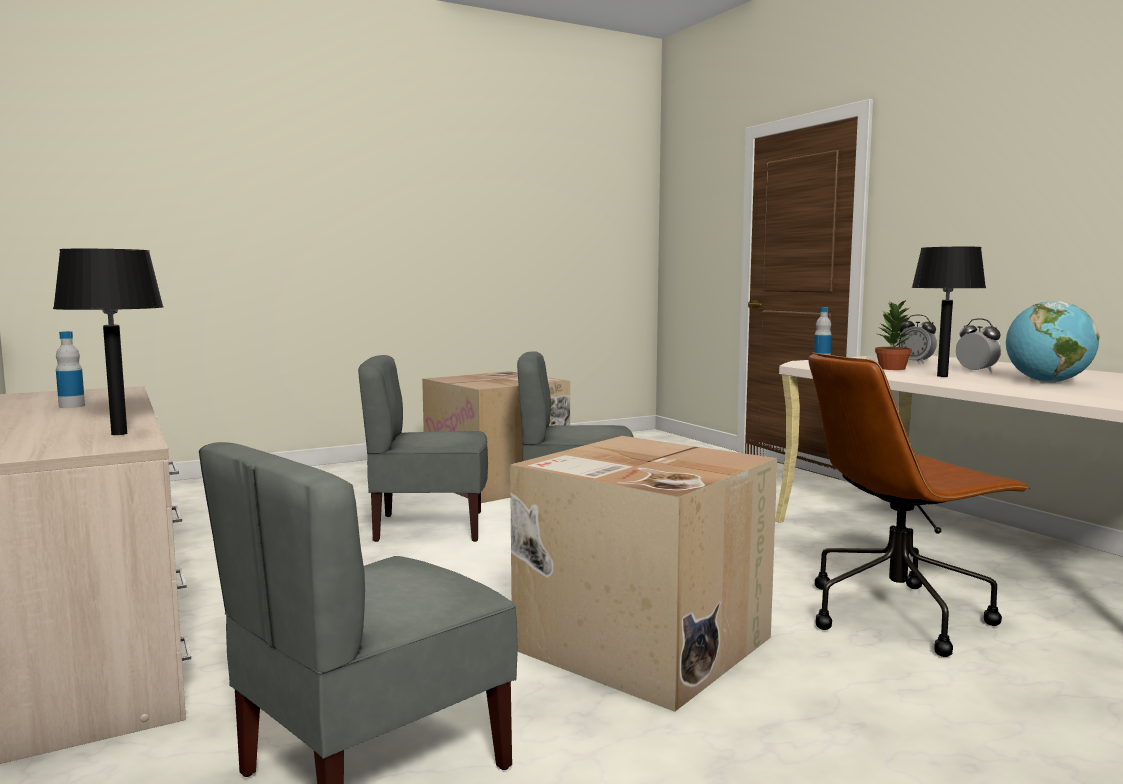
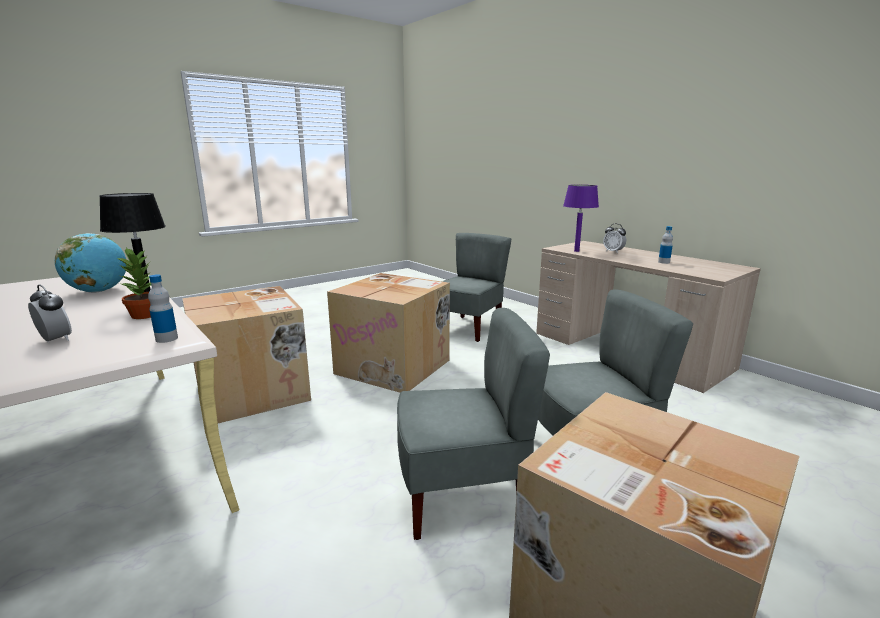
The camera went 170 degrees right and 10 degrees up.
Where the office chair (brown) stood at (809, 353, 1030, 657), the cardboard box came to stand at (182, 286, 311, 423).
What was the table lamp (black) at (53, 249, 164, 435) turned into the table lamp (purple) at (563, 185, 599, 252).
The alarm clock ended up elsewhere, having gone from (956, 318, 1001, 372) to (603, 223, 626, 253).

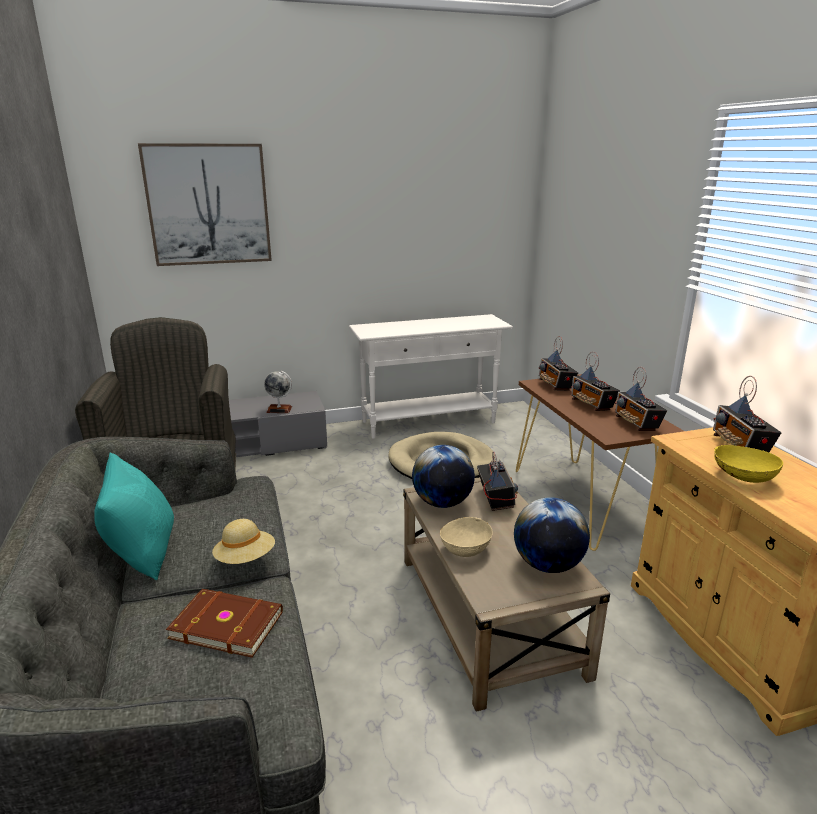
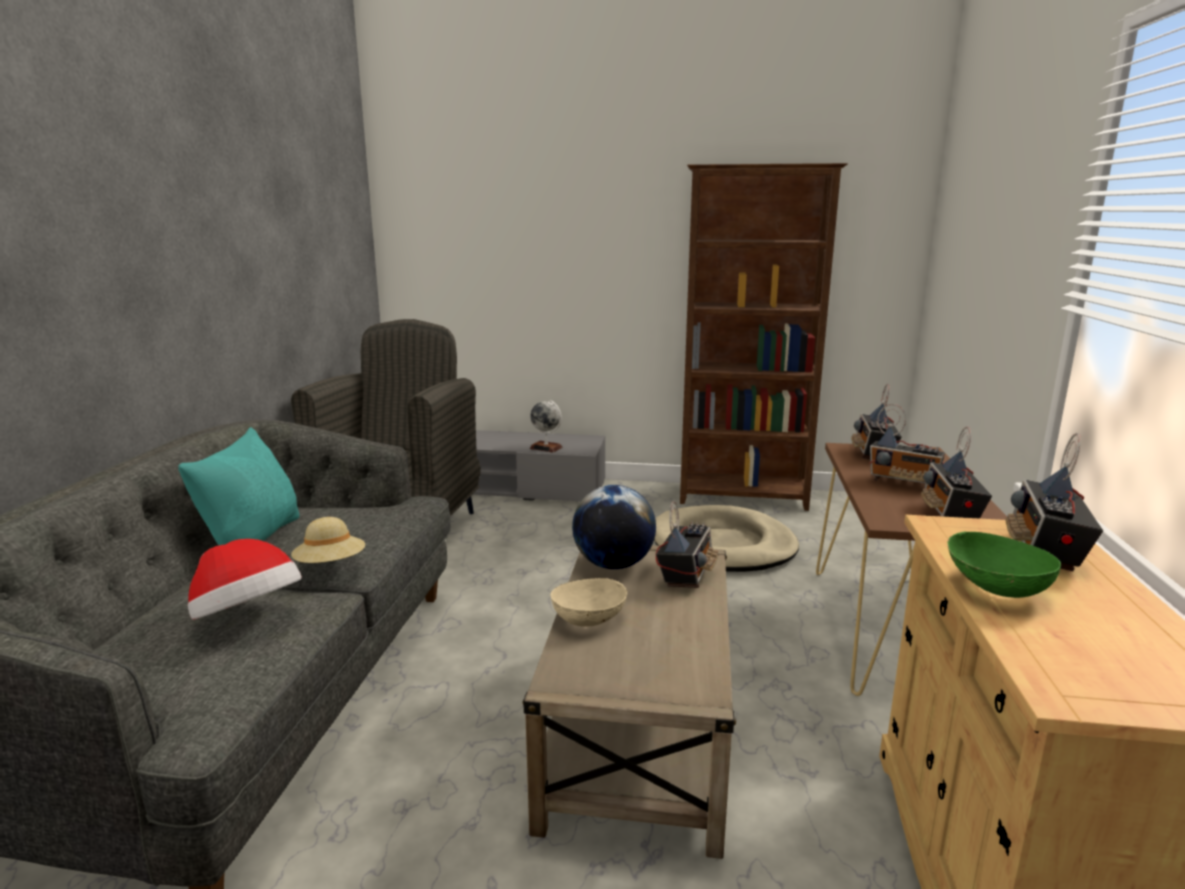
The camera went 25 degrees right and 5 degrees down.
Where the book (brown) stood at (166, 589, 283, 658), the hat came to stand at (188, 539, 302, 620).
Where the console table (white) stood at (349, 314, 513, 439), the bookcase (brown) came to stand at (680, 163, 848, 511).
The radio at (571, 352, 620, 411) ended up facing another way, 60 degrees counterclockwise from before.
What was the bowl (yellow) at (714, 445, 783, 483) turned into the bowl (green) at (948, 532, 1061, 598).
The second view lost the picture at (138, 143, 272, 266).
The second view lost the globe at (514, 497, 590, 573).

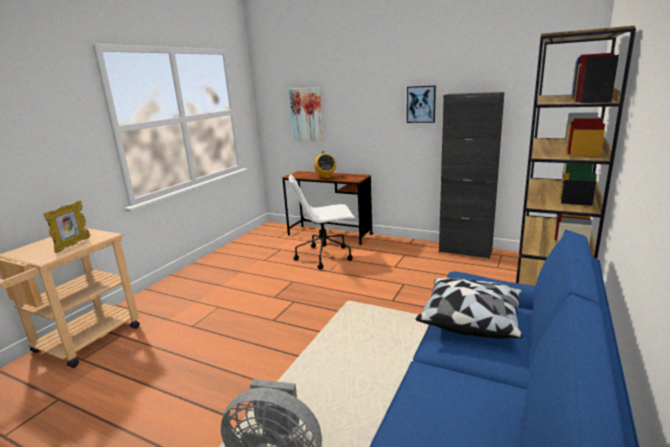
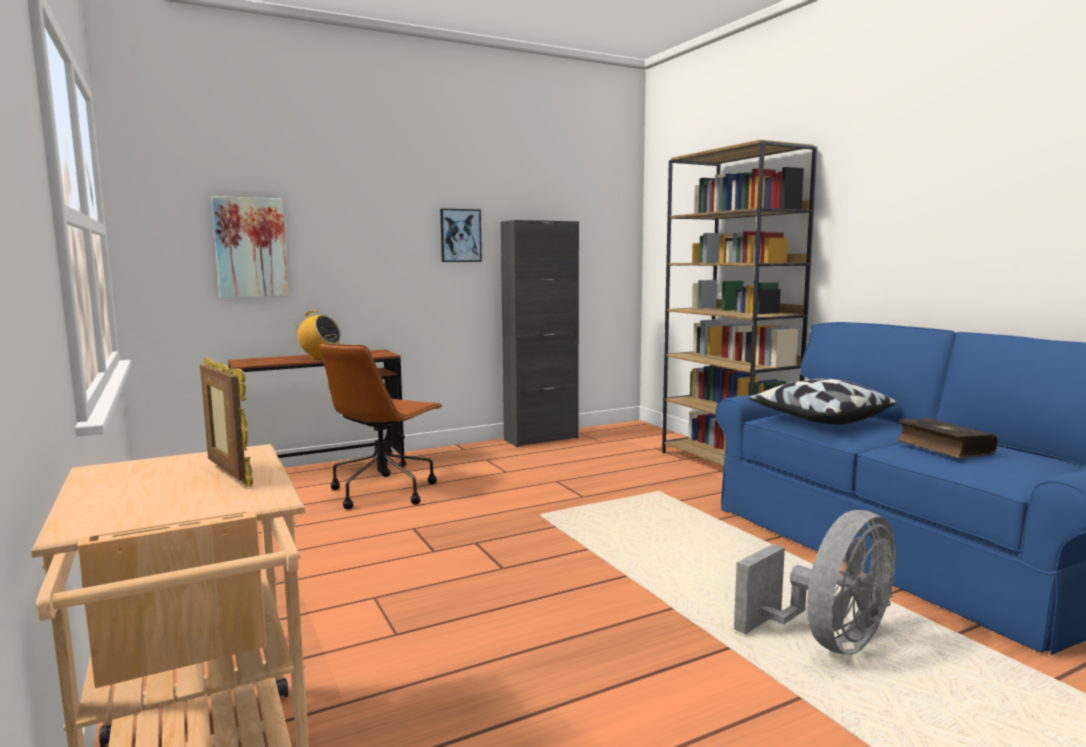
The camera went 55 degrees left and 10 degrees down.
What was the office chair (white) at (289, 174, 355, 269) turned into the office chair (brown) at (319, 343, 443, 509).
The second view gained the book at (897, 418, 997, 458).

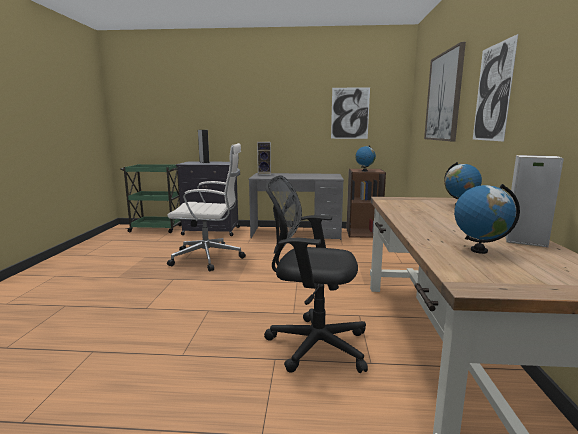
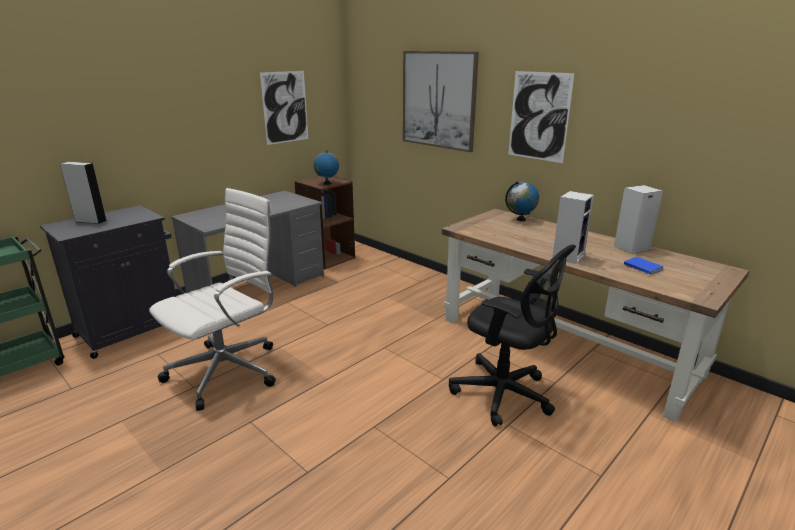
The camera went 50 degrees left and 10 degrees up.
The office chair (black) at (264, 175, 368, 373) ended up facing another way, 105 degrees counterclockwise from before.
The speaker ended up elsewhere, having gone from (257, 142, 271, 175) to (552, 191, 594, 264).
Where the globe stood at (454, 184, 520, 254), the book (blue) came to stand at (624, 257, 663, 275).

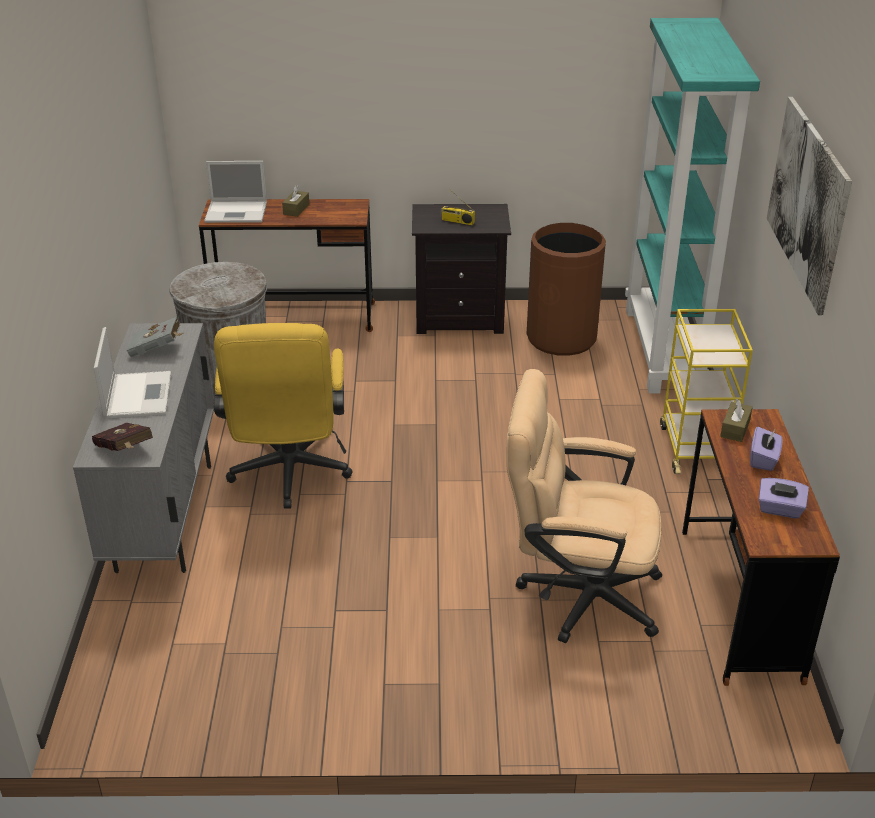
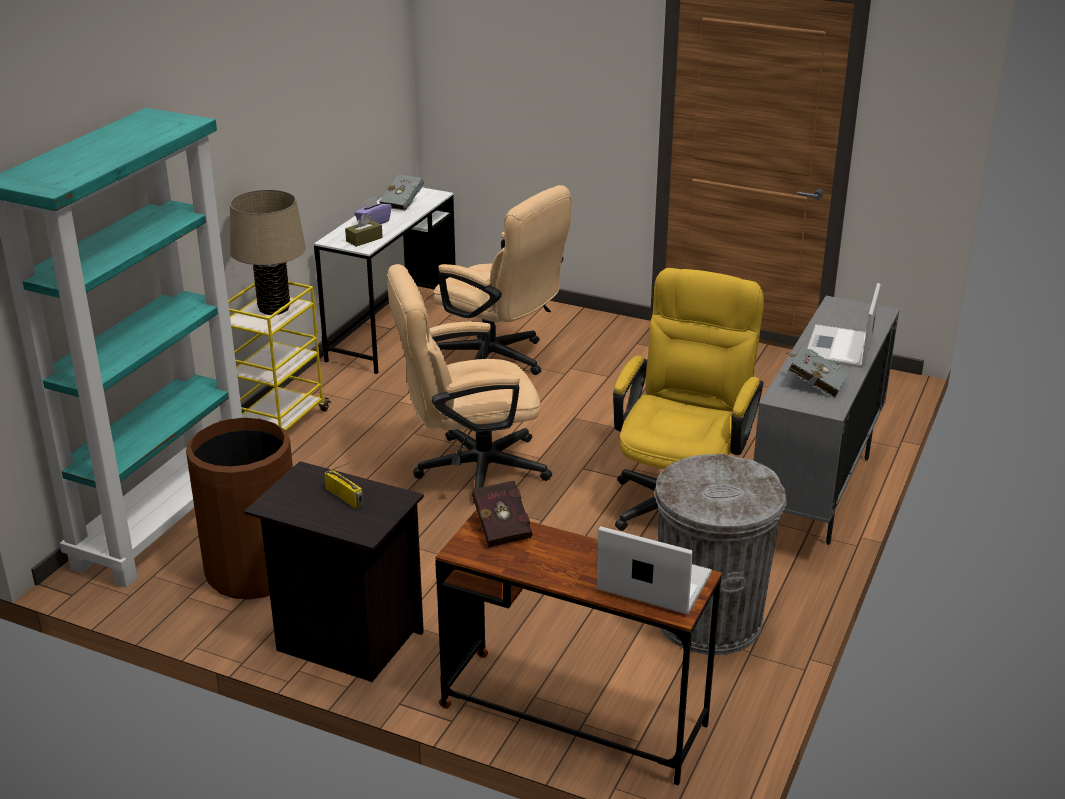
The camera went 155 degrees left and 5 degrees down.
The second view gained the table lamp (beige) at (230, 189, 306, 315).
What was the desk (brown) at (682, 409, 840, 686) turned into the desk (white) at (314, 187, 455, 374).
Where the tissue box (purple) stood at (759, 478, 809, 519), the book (grey) came to stand at (379, 175, 424, 211).
The second view gained the office chair (beige) at (387, 264, 552, 504).
The book (red) ended up elsewhere, having gone from (92, 423, 153, 451) to (472, 481, 532, 547).
The second view lost the tissue box (brown) at (282, 185, 309, 217).
The second view lost the picture at (767, 97, 852, 315).

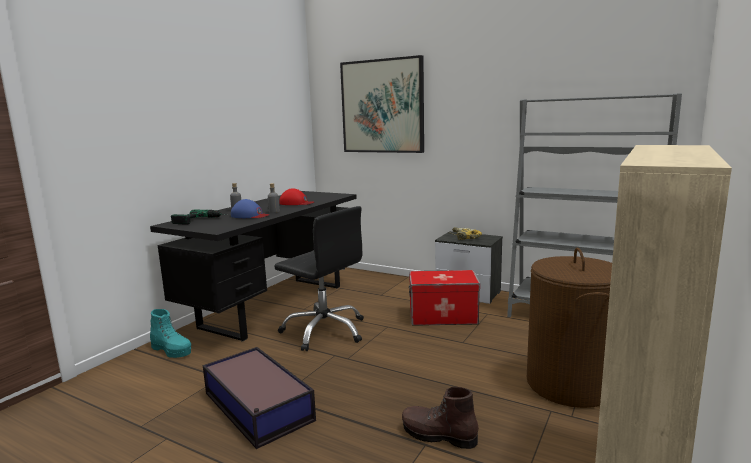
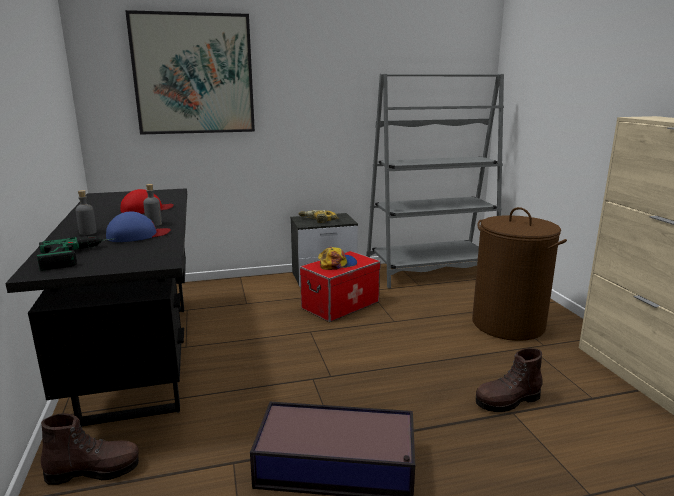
The camera went 45 degrees left and 5 degrees up.
What was the boot (turquoise) at (150, 309, 191, 358) turned into the boot (brown) at (41, 413, 139, 485).
The second view gained the cap at (318, 247, 357, 270).
The second view lost the office chair (black) at (274, 206, 364, 351).

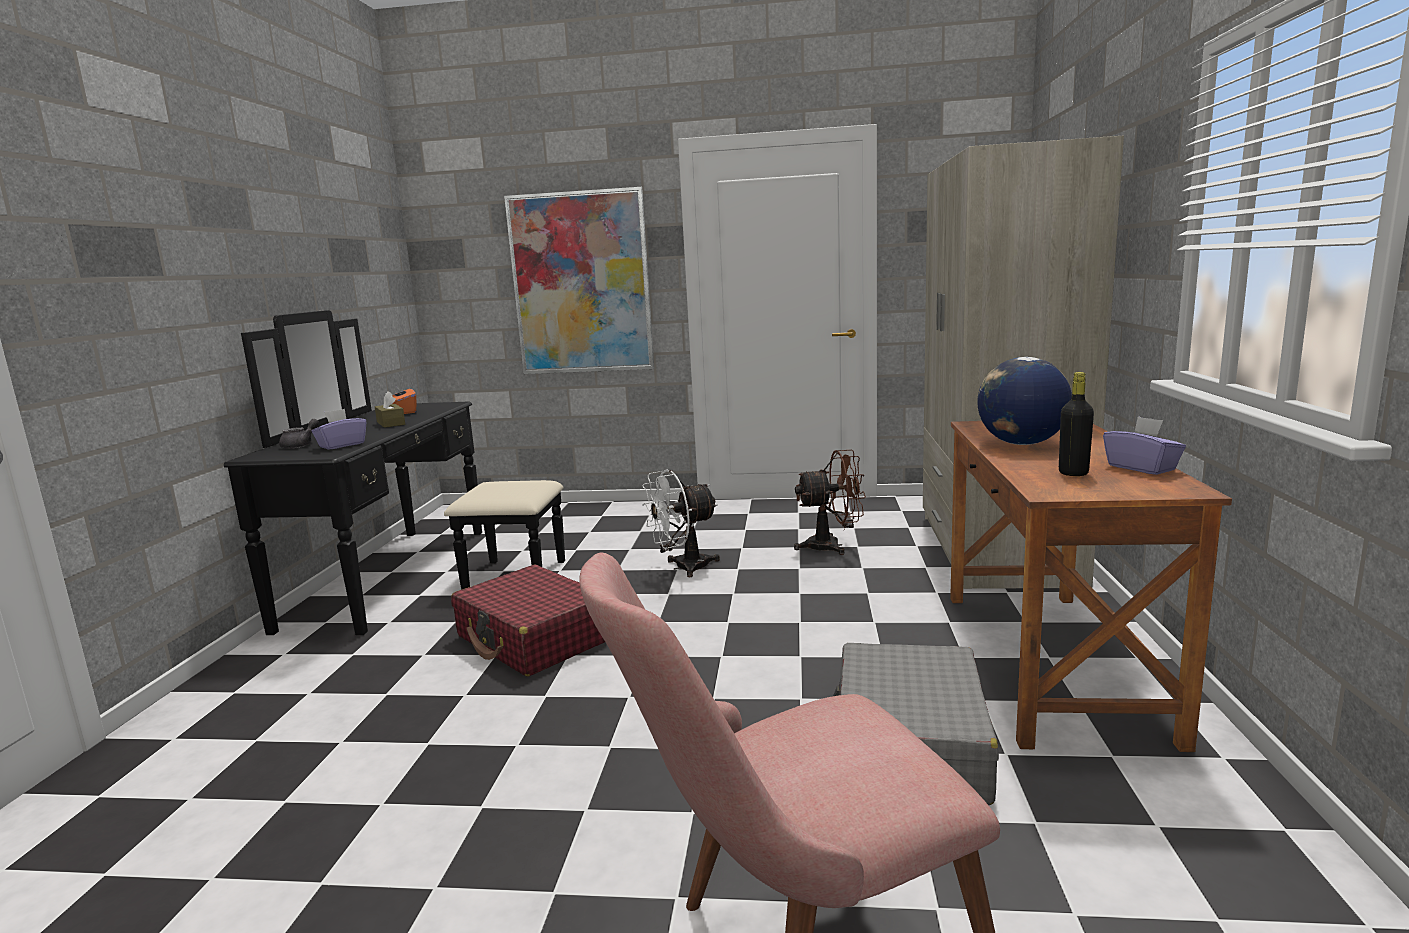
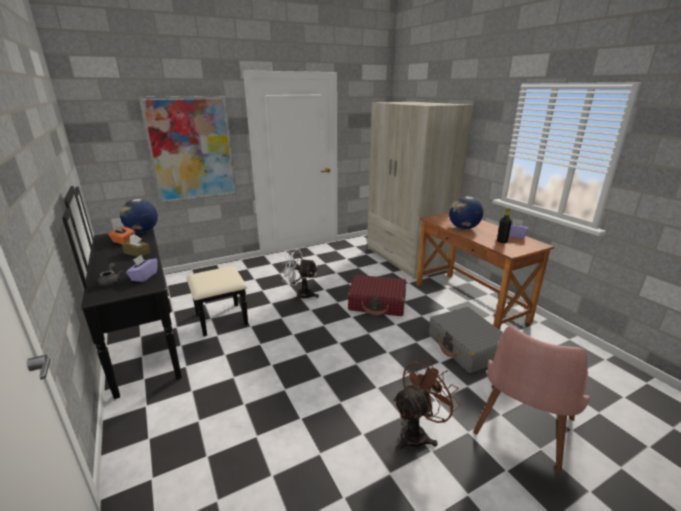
The camera went 35 degrees left and 10 degrees up.
The second view gained the globe at (120, 199, 158, 233).
The fan (white) at (642, 470, 720, 577) ended up facing another way, 75 degrees clockwise from before.
The suitcase (red) ended up elsewhere, having gone from (451, 565, 605, 677) to (348, 275, 406, 316).
The fan (brown) ended up elsewhere, having gone from (794, 450, 866, 555) to (393, 359, 460, 452).

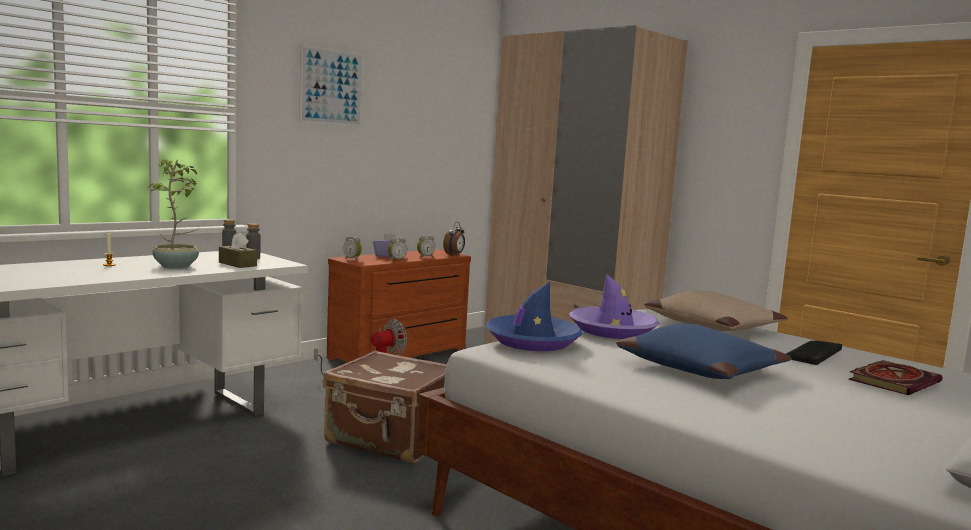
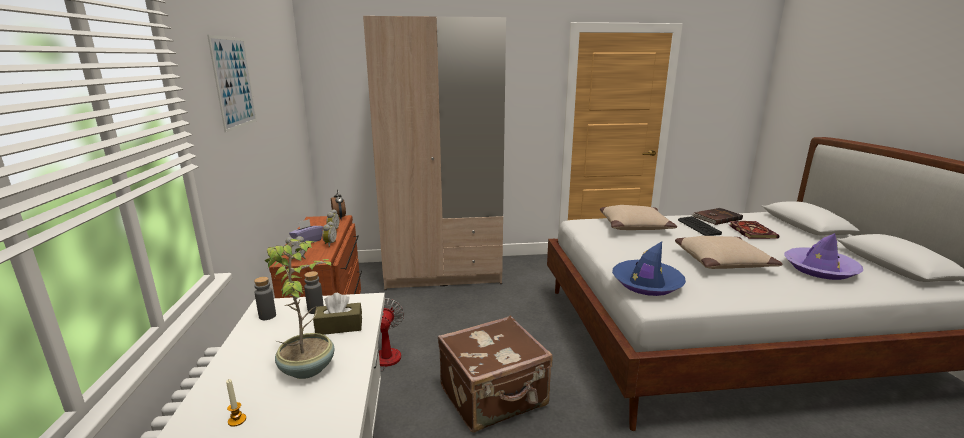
The camera went 50 degrees left and 10 degrees up.
What was the pillow (blue) at (616, 324, 792, 379) turned into the pillow (beige) at (675, 236, 783, 269).
The second view gained the book (brown) at (693, 208, 743, 225).
The hat (purple) ended up elsewhere, having gone from (569, 274, 660, 339) to (784, 233, 863, 280).

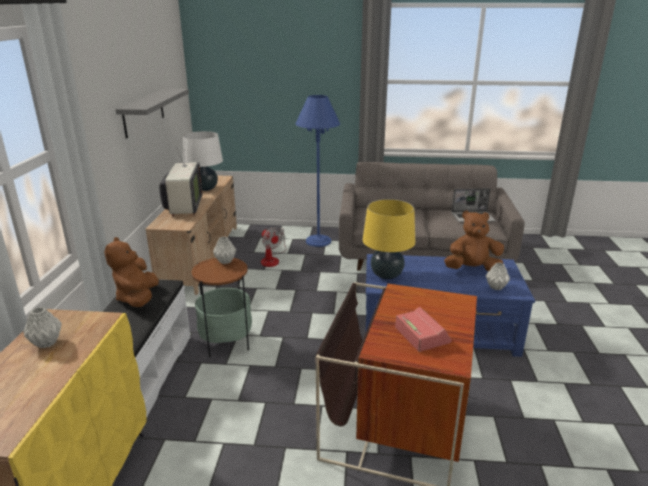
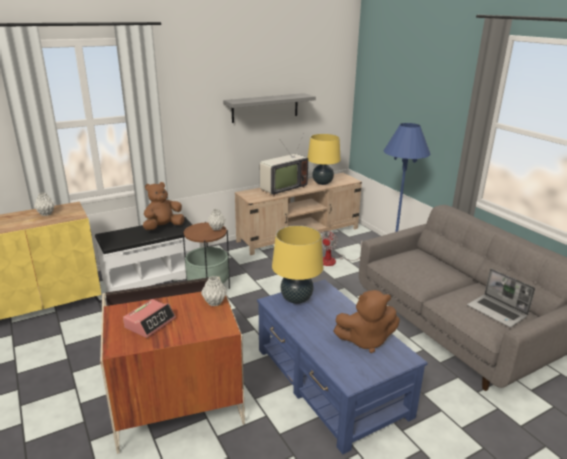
The camera went 55 degrees right and 0 degrees up.
The vase (grey) ended up elsewhere, having gone from (486, 262, 510, 290) to (201, 276, 227, 307).
What was the table lamp (white) at (183, 131, 223, 191) turned into the table lamp (yellow) at (307, 134, 341, 185).
The plush toy (brown) at (444, 211, 504, 271) ended up facing another way, 120 degrees clockwise from before.

